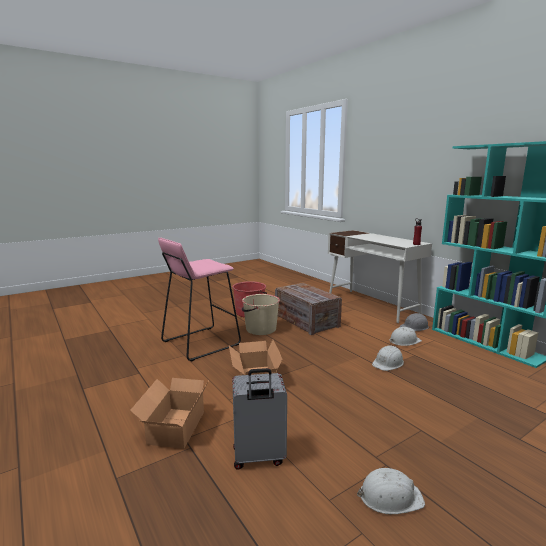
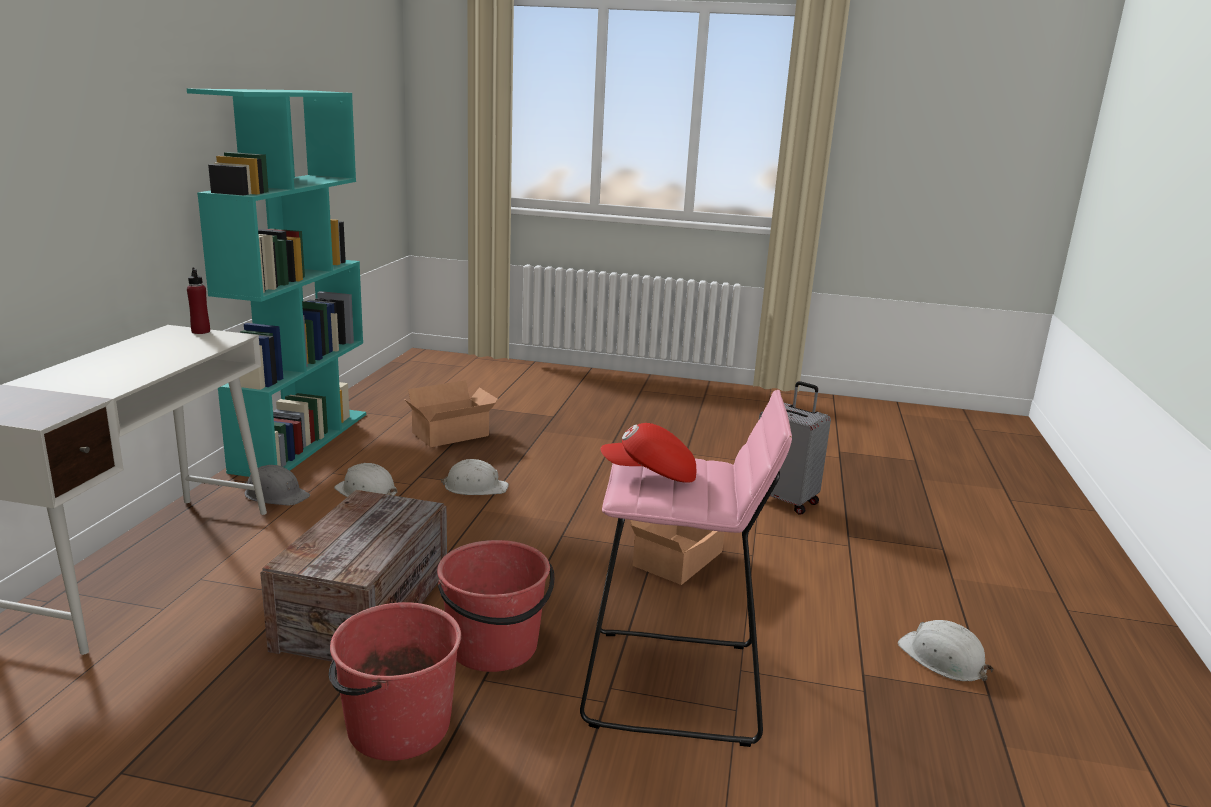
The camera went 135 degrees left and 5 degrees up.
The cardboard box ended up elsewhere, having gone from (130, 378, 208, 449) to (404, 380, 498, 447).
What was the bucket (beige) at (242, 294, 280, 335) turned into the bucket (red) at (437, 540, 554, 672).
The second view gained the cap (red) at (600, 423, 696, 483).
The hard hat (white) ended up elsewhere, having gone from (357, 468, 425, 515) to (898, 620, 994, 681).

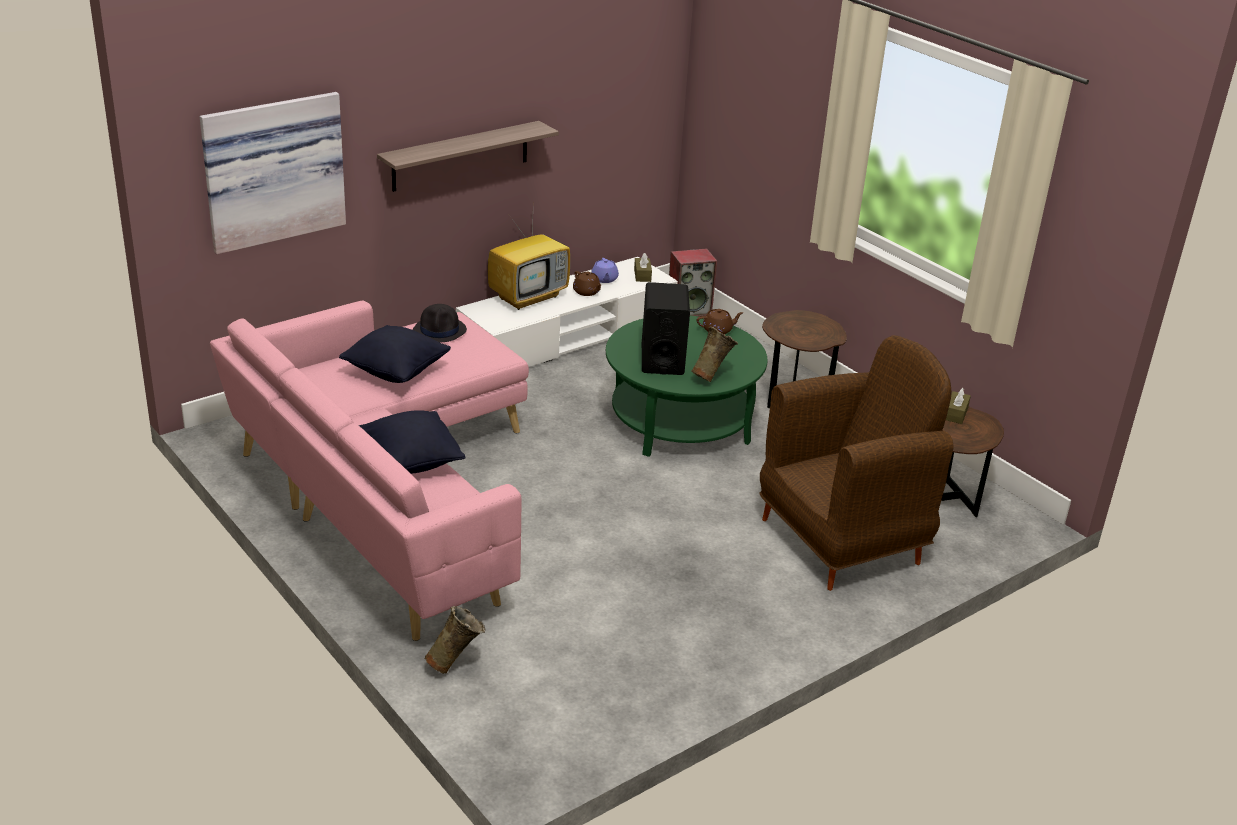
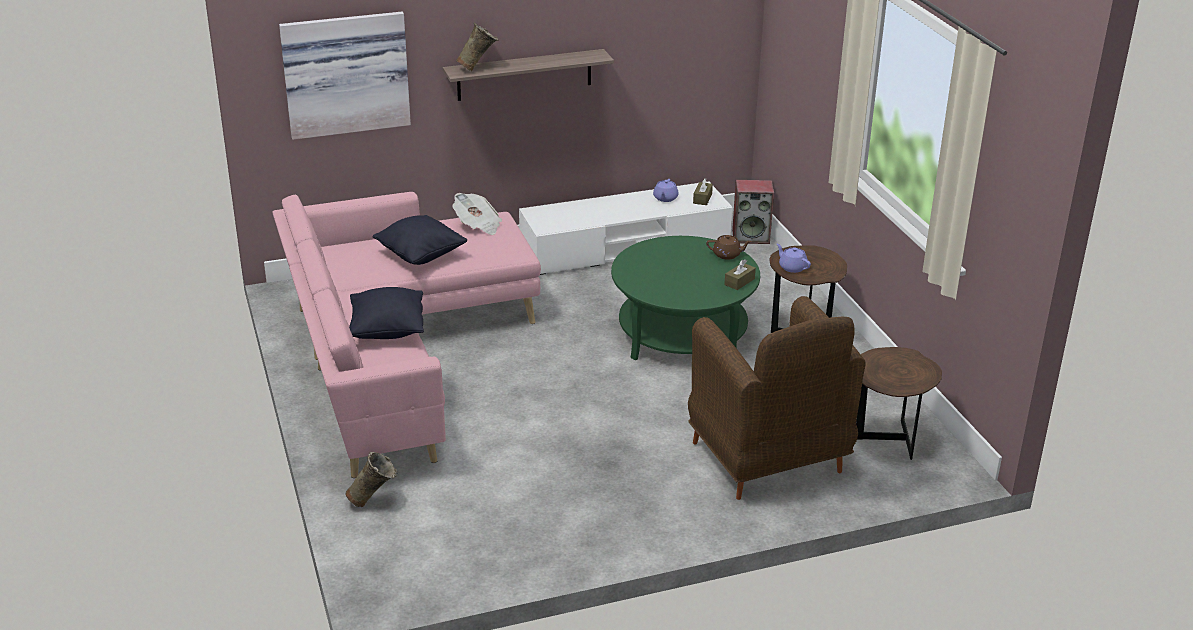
The camera went 20 degrees right and 0 degrees up.
Where the hat (black) stood at (413, 304, 467, 342), the newspaper came to stand at (452, 193, 502, 235).
The vase (beige) ended up elsewhere, having gone from (691, 326, 738, 382) to (456, 23, 498, 72).
The armchair (brown) at (759, 335, 954, 591) ended up facing another way, 75 degrees clockwise from before.
The tissue box (brown) ended up elsewhere, having gone from (946, 388, 971, 424) to (724, 259, 756, 290).
The second view gained the teapot (purple) at (777, 244, 811, 273).
The second view lost the television at (488, 212, 570, 310).
The second view lost the teapot (brown) at (573, 271, 602, 296).
The second view lost the speaker (black) at (642, 282, 690, 375).

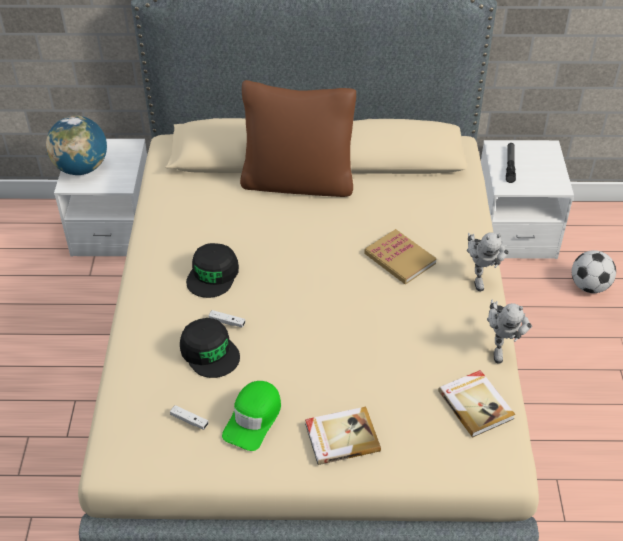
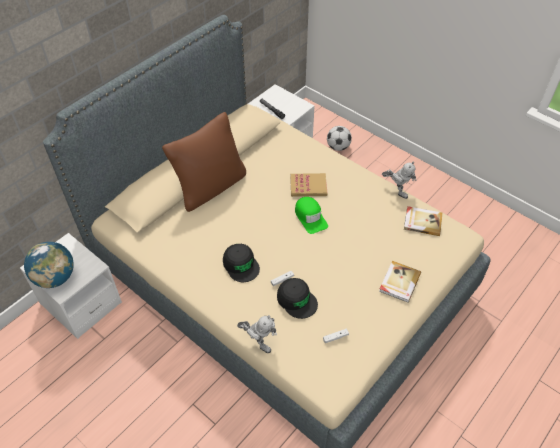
The camera went 50 degrees left and 5 degrees up.
The toy robot ended up elsewhere, having gone from (467, 233, 509, 291) to (237, 315, 277, 353).
The cap (black) at (180, 318, 240, 378) ended up facing another way, 45 degrees clockwise from before.
The cap (green) ended up elsewhere, having gone from (222, 381, 281, 451) to (295, 197, 328, 234).

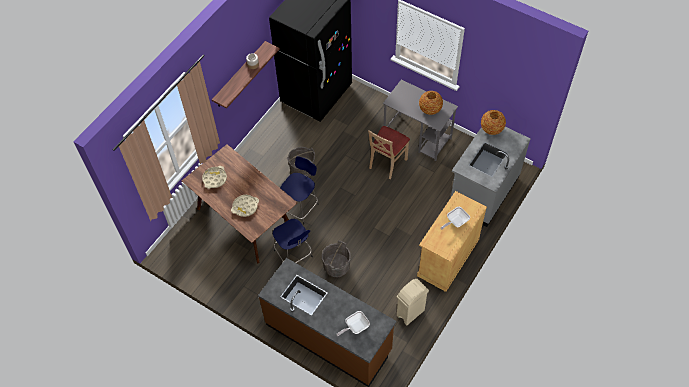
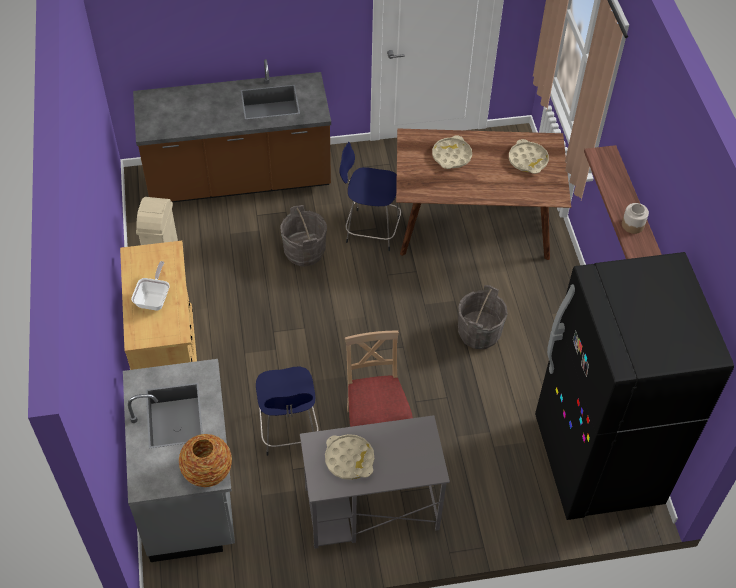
The camera went 135 degrees right and 5 degrees down.
The stool (blue) ended up elsewhere, having gone from (280, 156, 319, 225) to (256, 367, 319, 456).
Where the vase stood at (419, 91, 443, 115), the tray (beige) came to stand at (325, 434, 374, 480).
The second view lost the frying pan at (336, 311, 370, 336).

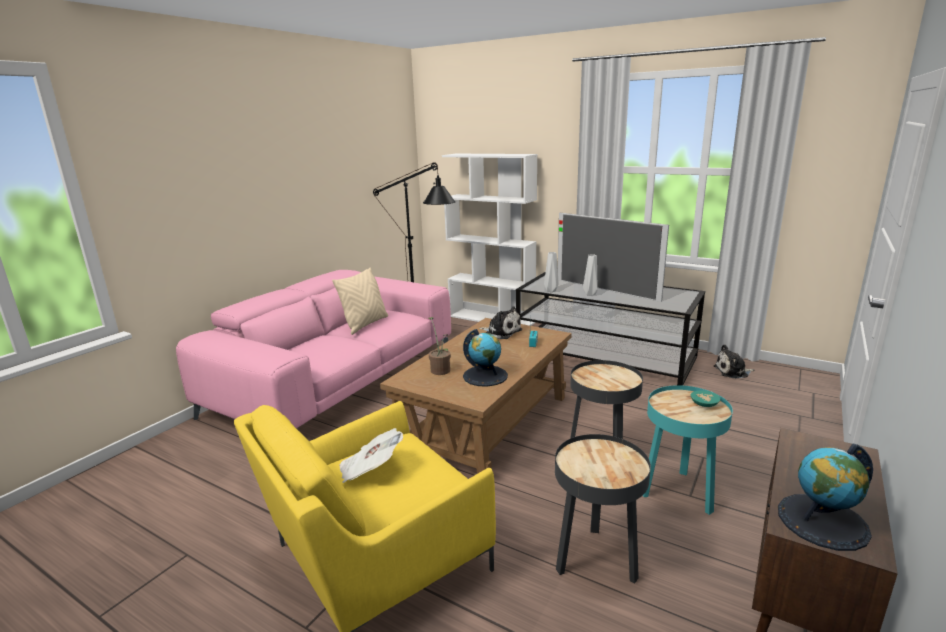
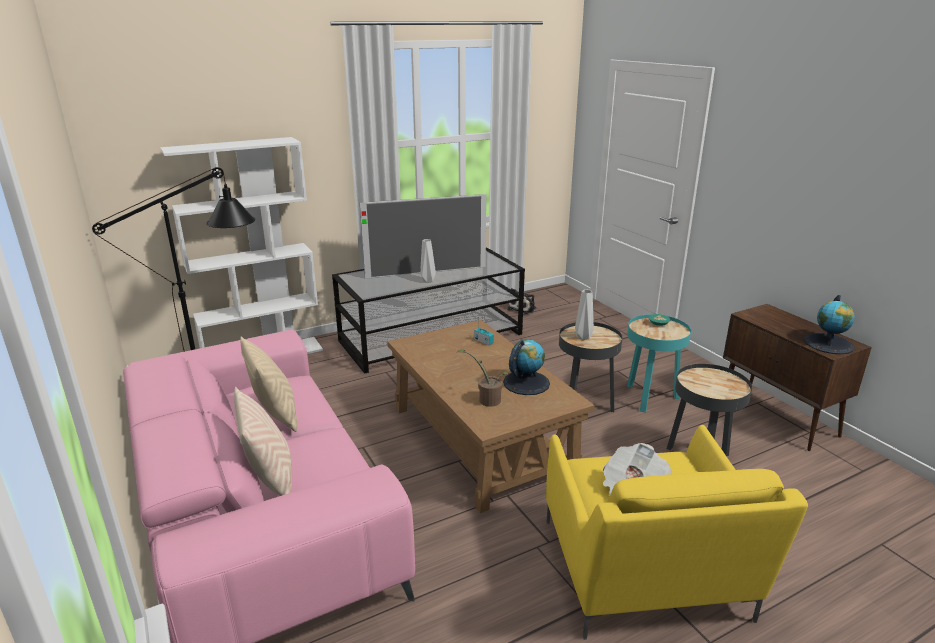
The camera went 60 degrees left and 5 degrees up.
The second view gained the pillow (beige) at (234, 387, 292, 496).
The vase (grey) ended up elsewhere, having gone from (544, 252, 559, 292) to (575, 289, 594, 340).
The second view lost the plush toy at (479, 306, 522, 339).

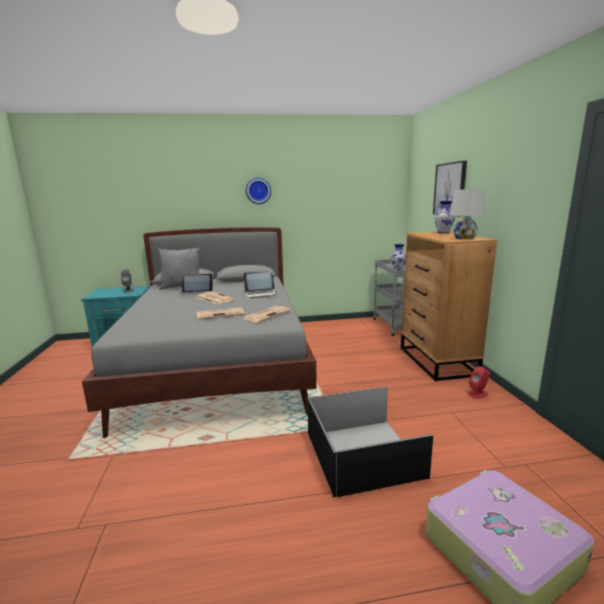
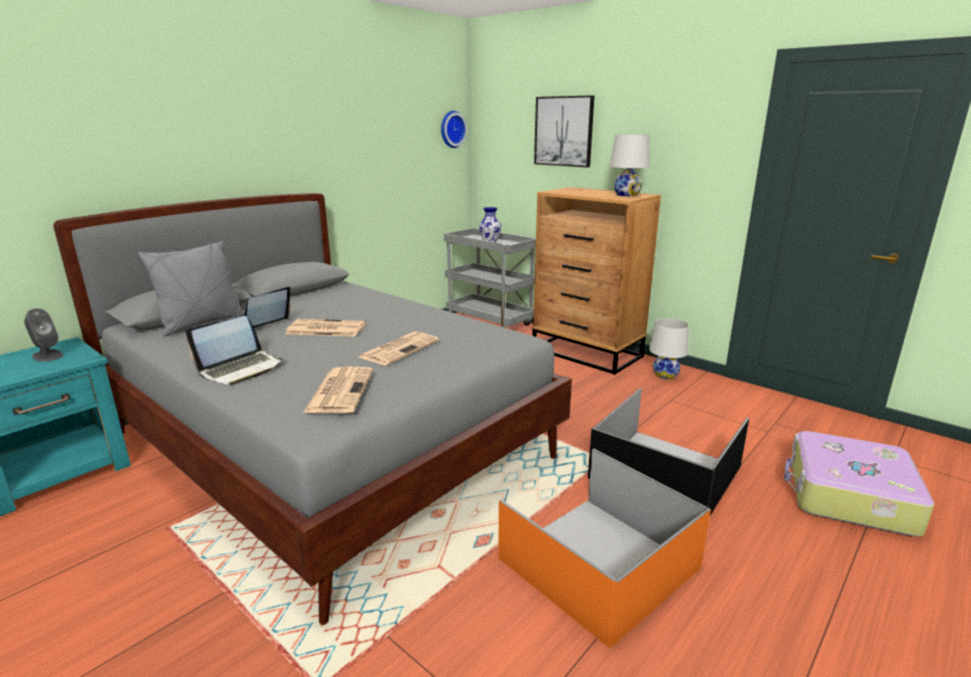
The camera went 40 degrees left and 5 degrees up.
The laptop ended up elsewhere, having gone from (244, 272, 276, 298) to (186, 316, 283, 385).
The newspaper ended up elsewhere, having gone from (242, 306, 291, 323) to (303, 367, 373, 413).
The wall clock ended up elsewhere, having gone from (246, 178, 271, 204) to (441, 111, 467, 148).
The second view gained the storage box (orange) at (498, 449, 711, 648).
Where the speaker (red) stood at (468, 366, 490, 399), the table lamp (white) came to stand at (649, 318, 689, 379).
The second view lost the vase at (434, 201, 455, 233).

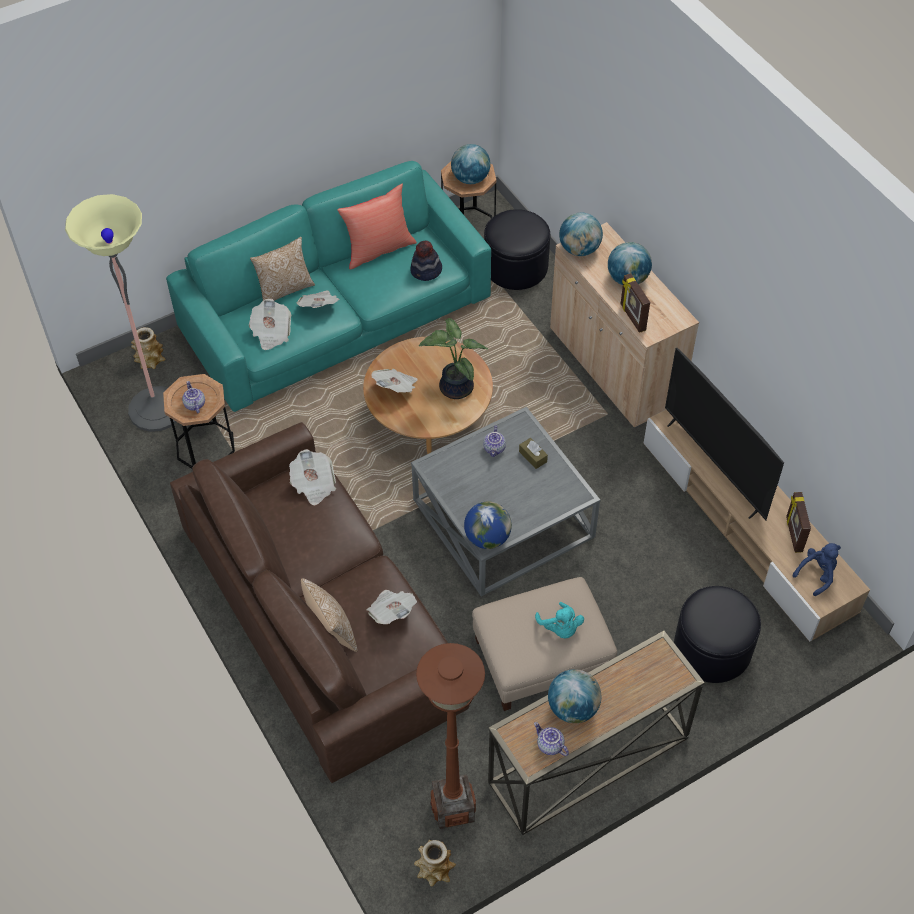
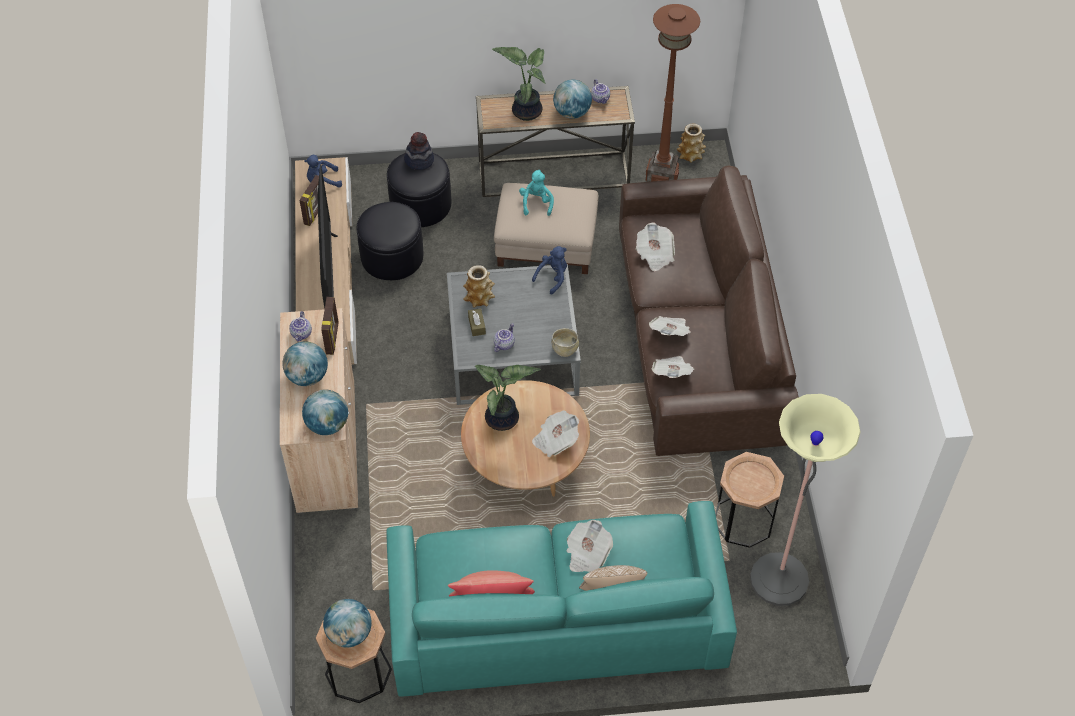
The camera went 155 degrees left and 0 degrees up.
The teapot ended up elsewhere, having gone from (182, 381, 205, 413) to (289, 311, 312, 342).
The ottoman (black) ended up elsewhere, having gone from (484, 209, 550, 290) to (357, 202, 423, 280).
The hat ended up elsewhere, having gone from (410, 240, 442, 281) to (404, 132, 434, 170).
The vase ended up elsewhere, having gone from (131, 327, 165, 369) to (463, 266, 495, 308).
The second view gained the potted plant at (492, 47, 546, 121).
Where the globe stood at (464, 501, 512, 549), the plush toy (blue) came to stand at (532, 246, 567, 294).
The second view gained the bowl (beige) at (551, 328, 579, 357).
The newspaper ended up elsewhere, having gone from (249, 299, 291, 350) to (649, 316, 691, 336).
The second view lost the pillow at (301, 578, 358, 652).

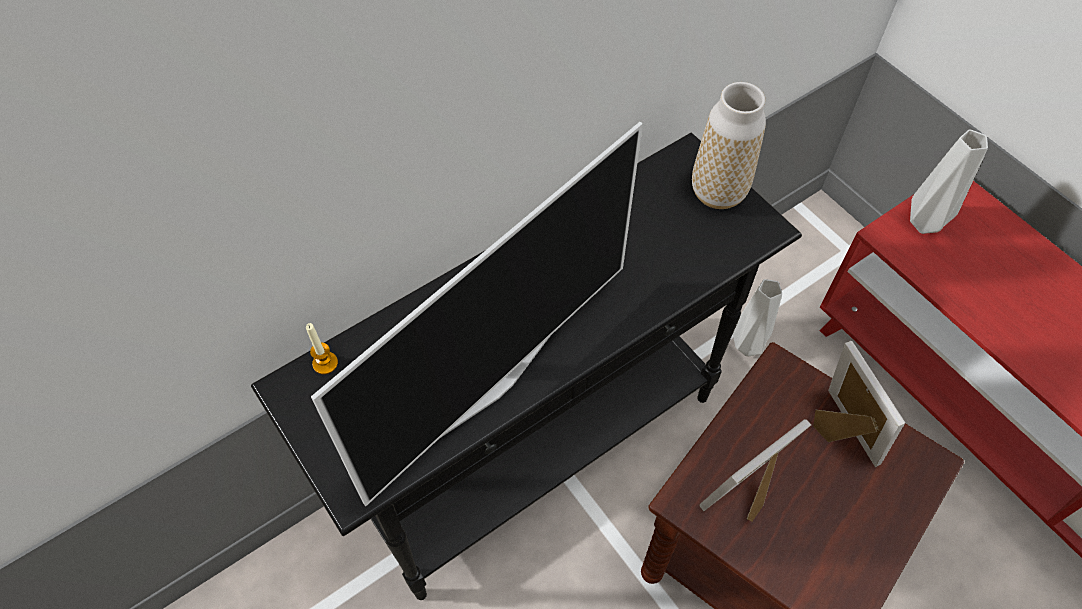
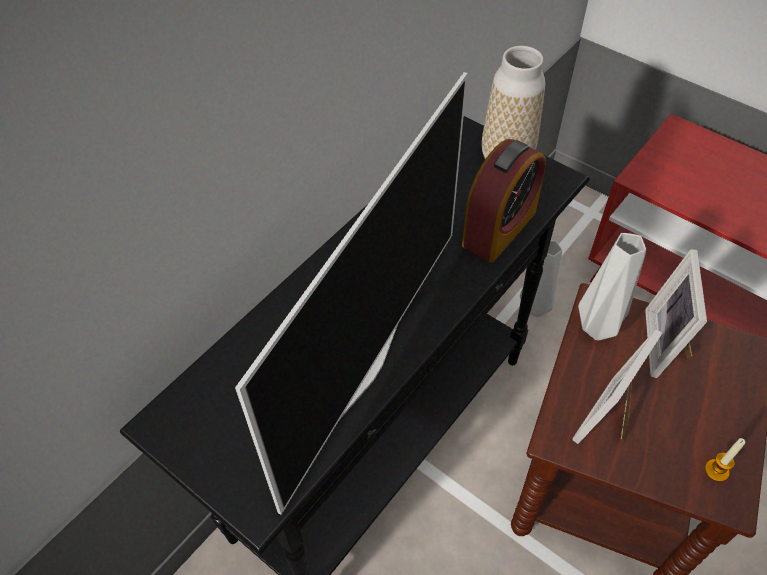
The camera went 15 degrees left and 5 degrees down.
The second view gained the alarm clock at (462, 139, 546, 263).
The vase (grey) ended up elsewhere, having gone from (910, 129, 988, 234) to (578, 233, 646, 341).
The picture frame at (813, 341, 905, 467) ended up facing another way, 135 degrees counterclockwise from before.
The candle ended up elsewhere, having gone from (306, 323, 338, 374) to (705, 438, 745, 482).

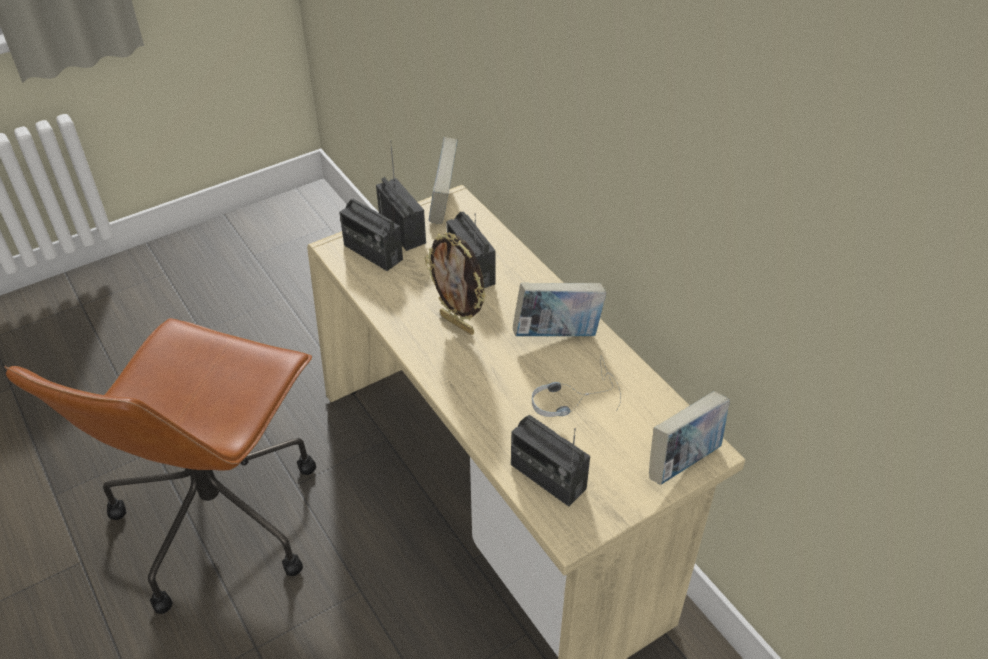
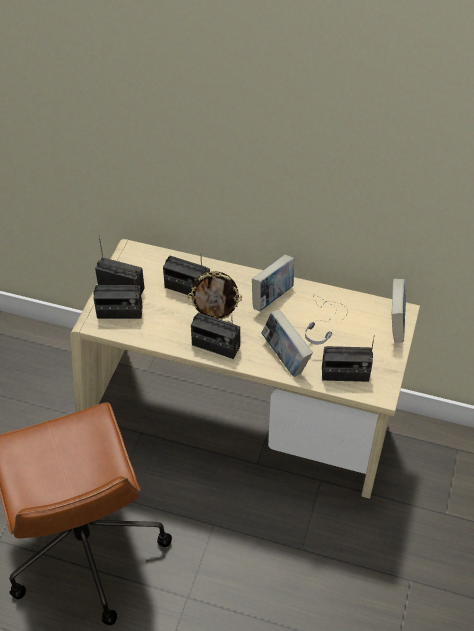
The camera went 40 degrees left and 5 degrees up.
The second view gained the radio at (191, 313, 240, 359).
The book ended up elsewhere, having gone from (429, 137, 458, 224) to (261, 309, 313, 377).

